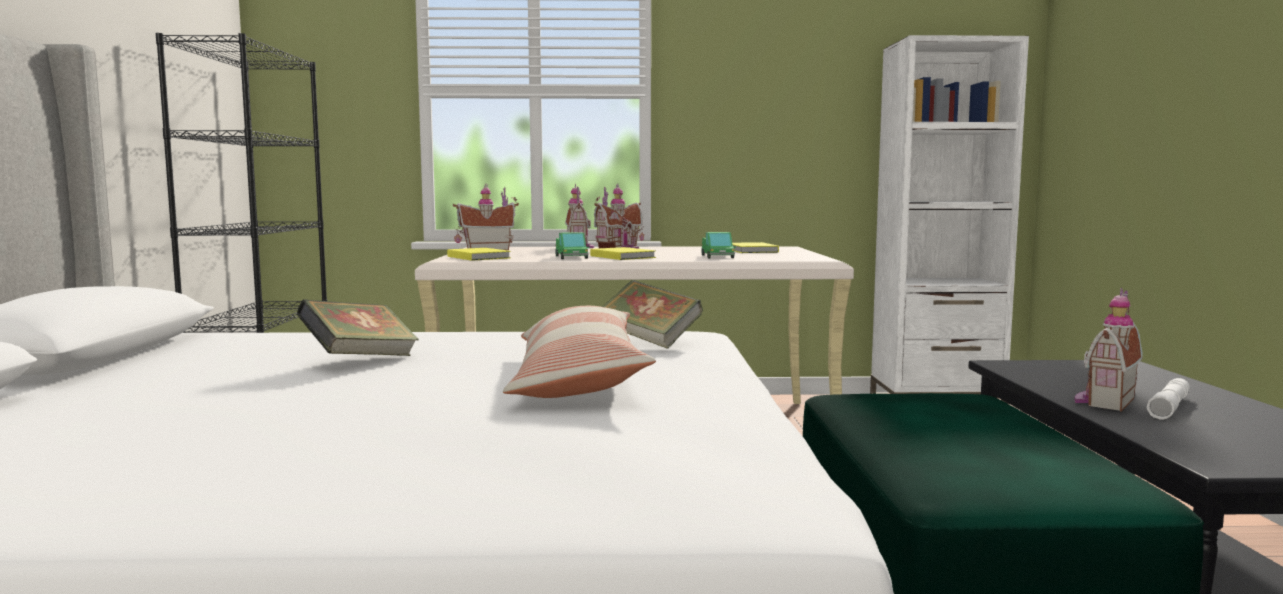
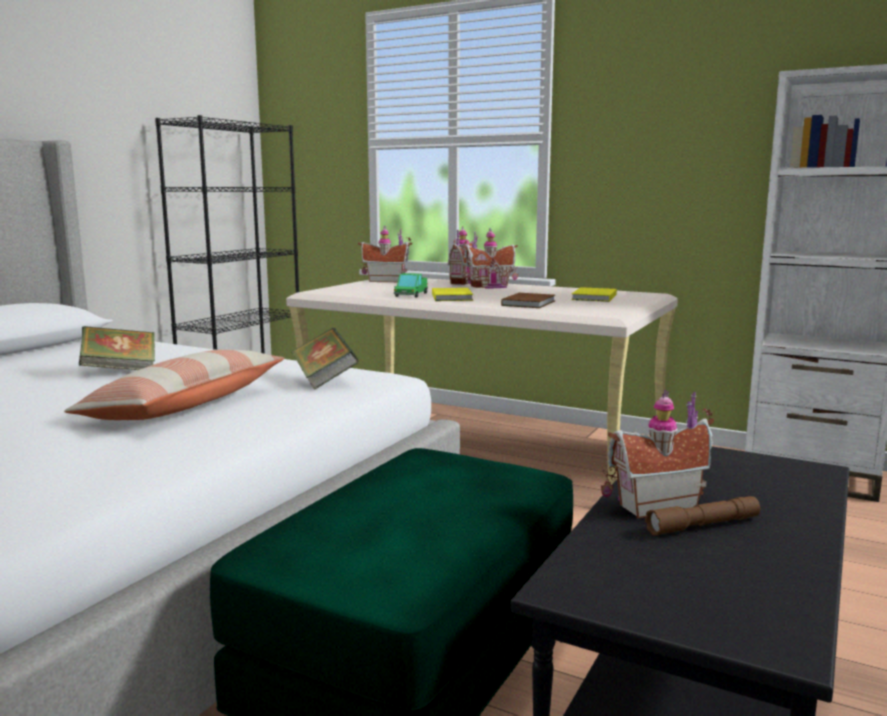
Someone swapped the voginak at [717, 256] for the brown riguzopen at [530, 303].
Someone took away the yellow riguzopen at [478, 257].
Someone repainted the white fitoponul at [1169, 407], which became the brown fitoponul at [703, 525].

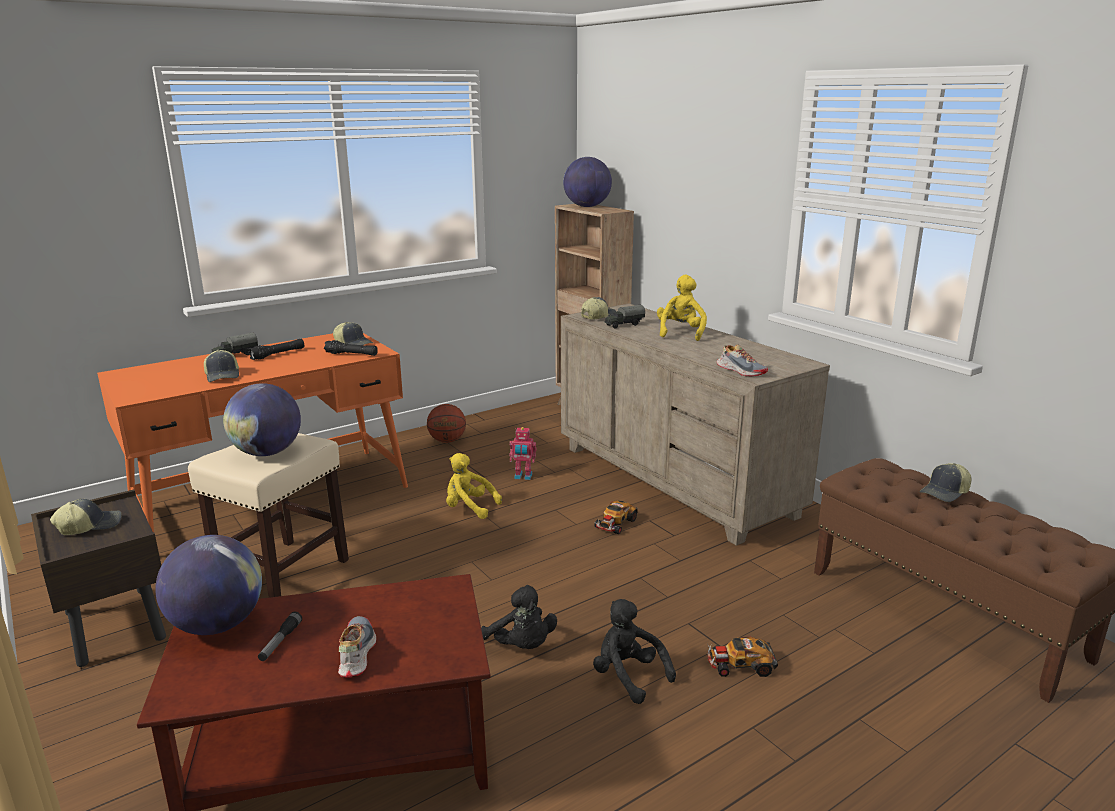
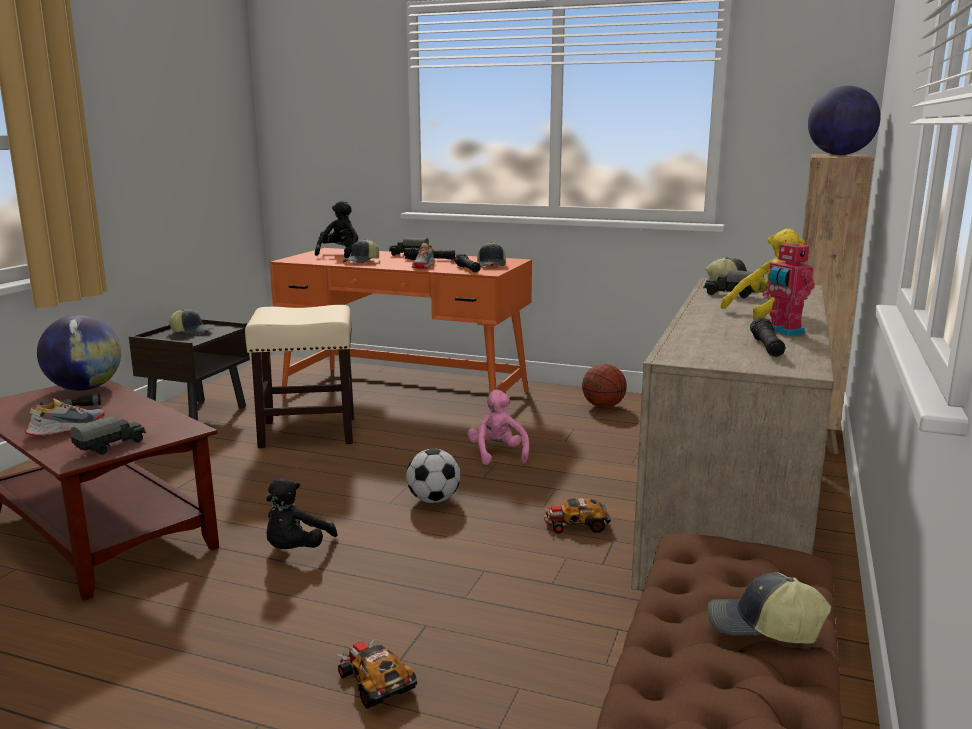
Someone carried the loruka from [741, 371] to [424, 266].
Someone took away the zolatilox at [267, 453].
Someone carried the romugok from [523, 477] to [783, 332].
Someone repainted the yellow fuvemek at [469, 508], which became the pink fuvemek at [497, 454].
Someone carried the black fuvemek from [628, 676] to [339, 254].
Someone put down the black fitoponul at [766, 347].
Someone put down the voginak at [112, 446].
Someone put down the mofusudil at [434, 500].

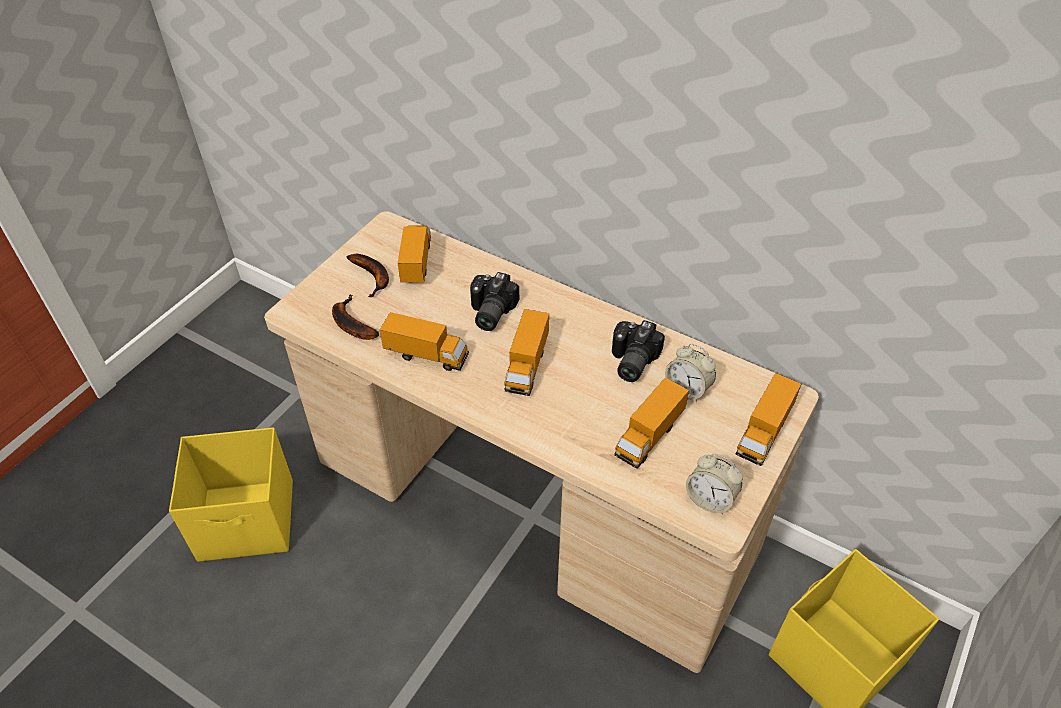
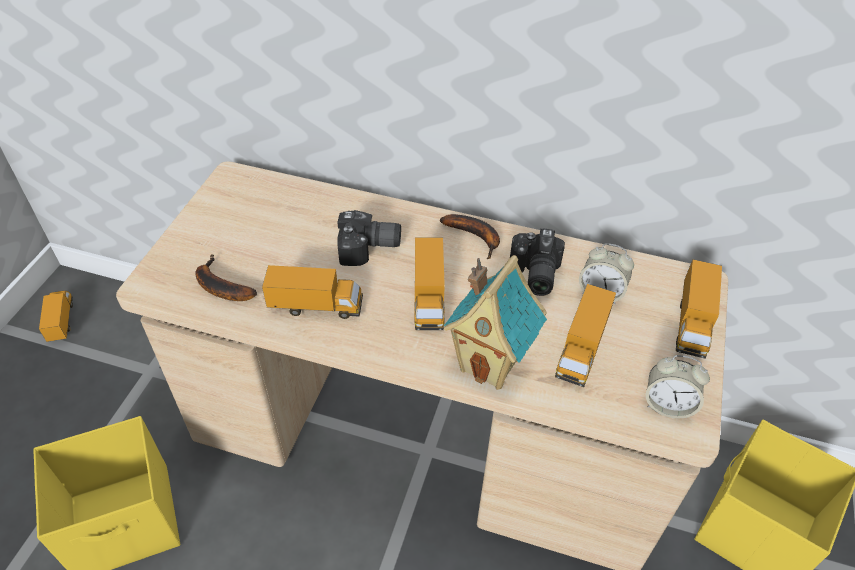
Someone carried the voginak from [416, 264] to [62, 322].
Someone carried the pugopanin from [373, 277] to [476, 237].
Someone rotated the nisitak at [489, 312] by 90 degrees counterclockwise.
Someone put down the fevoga at [491, 364].

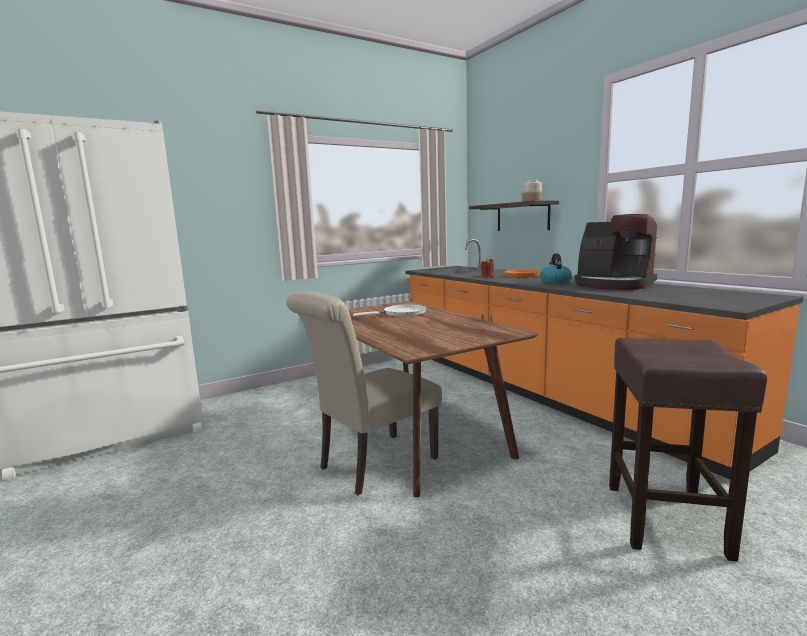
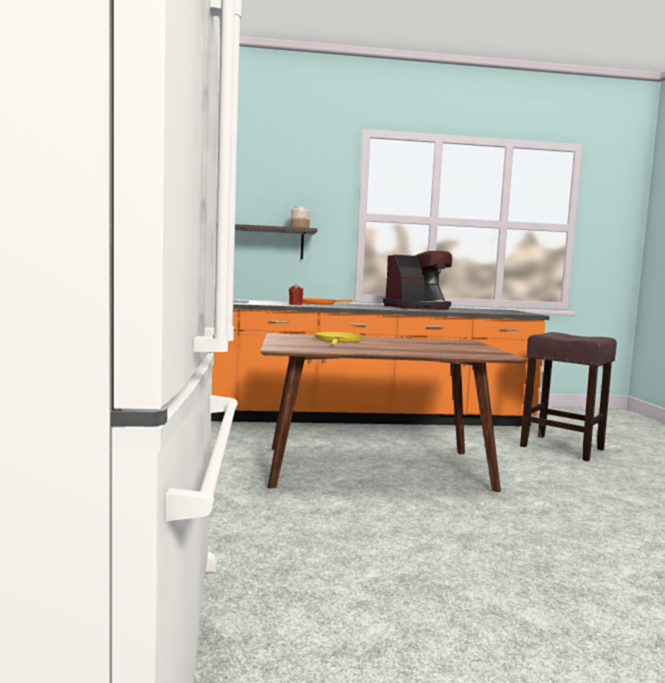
Someone took away the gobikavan at [555, 281].
Someone took away the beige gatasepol at [372, 464].
Someone repainted the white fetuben at [401, 313], which became the yellow fetuben at [338, 341].

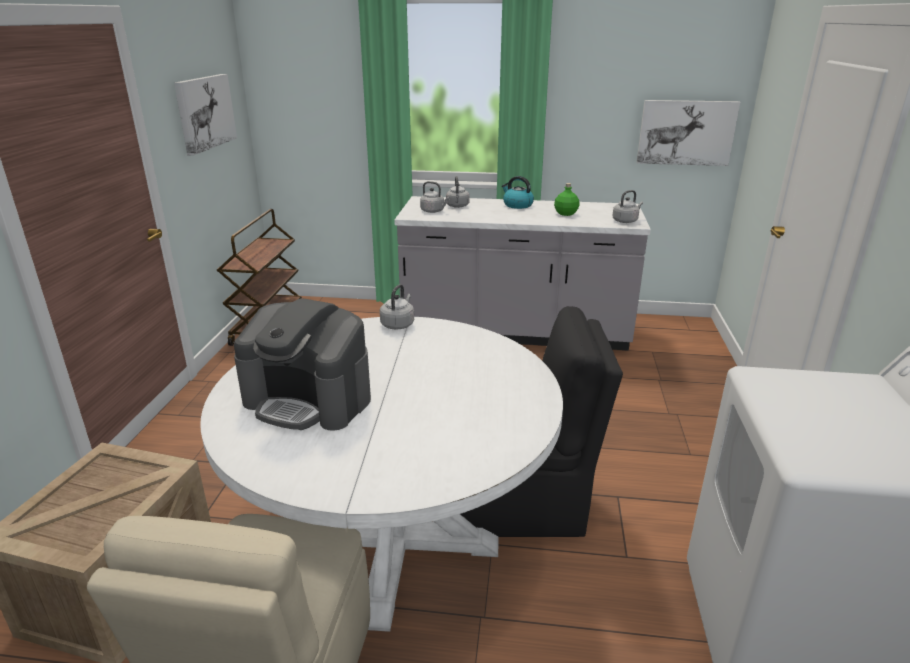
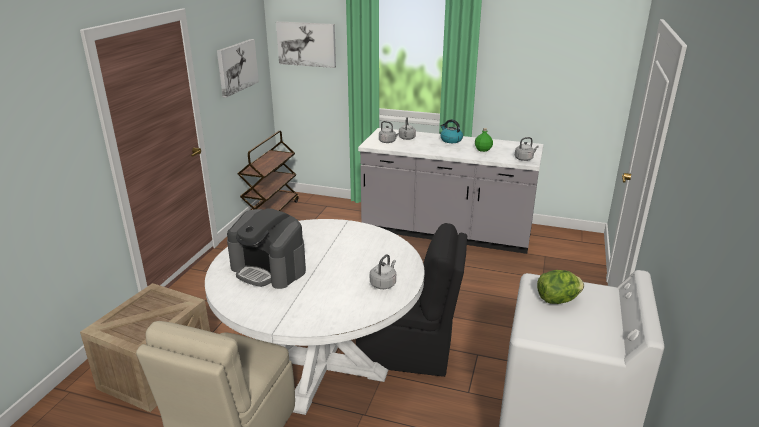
Someone carried the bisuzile from [686, 132] to [306, 44].
Someone carried the grey gobikavan from [398, 324] to [383, 283].
Someone put down the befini at [557, 300].

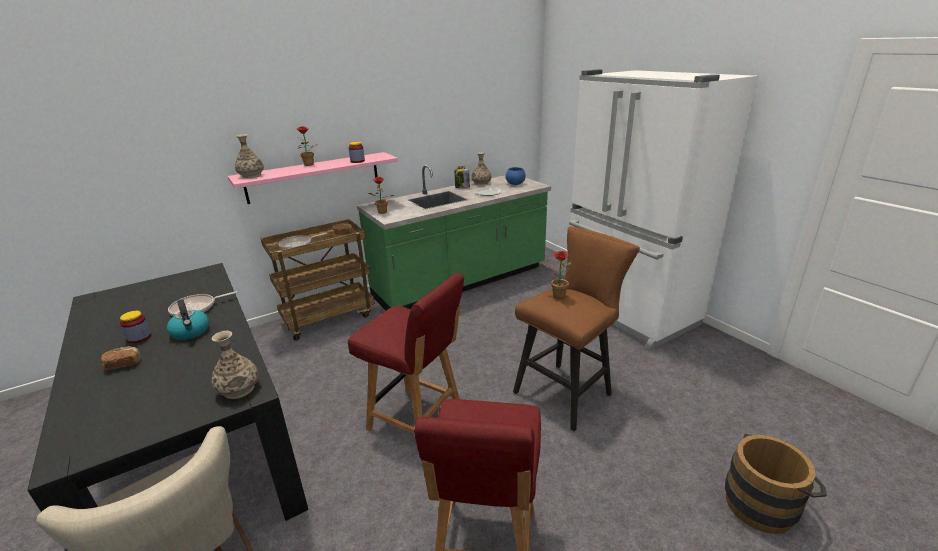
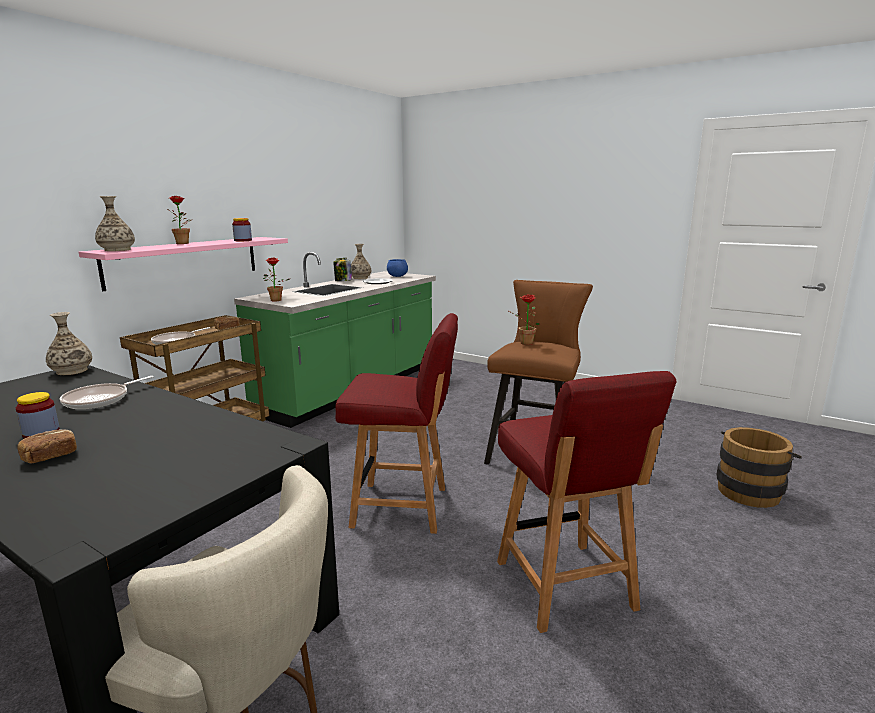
Someone took away the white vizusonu at [628, 312].
Someone took away the gobikavan at [191, 332].
Someone carried the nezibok from [238, 389] to [71, 371].

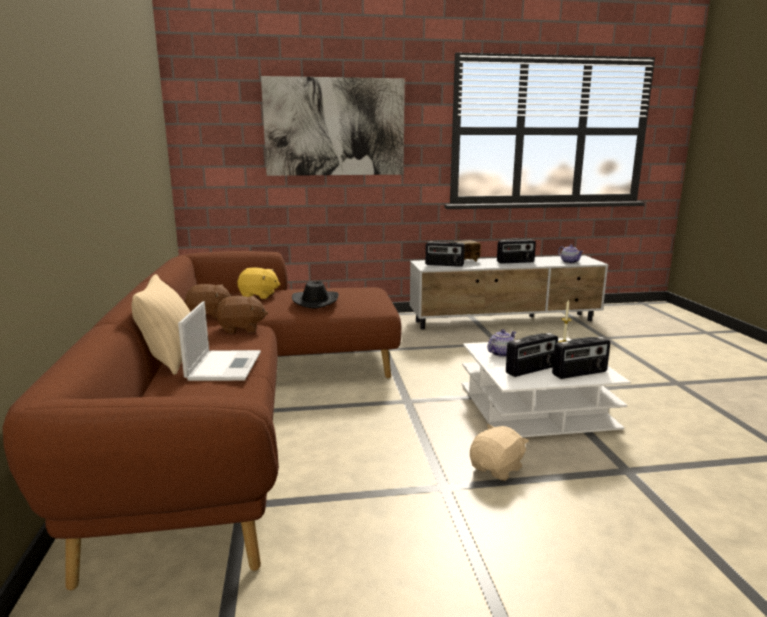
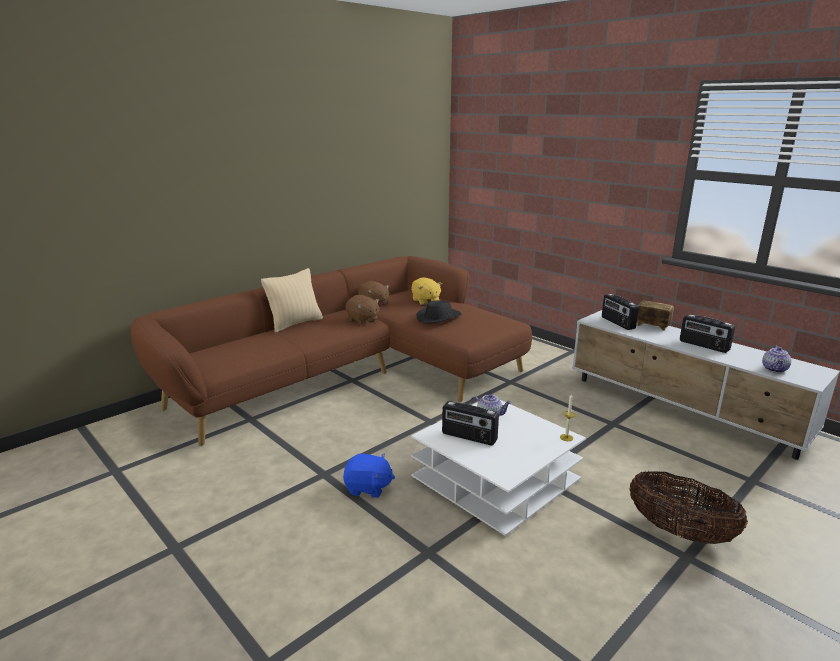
Someone took away the bisuzile at [334, 127].
Someone took away the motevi at [224, 365].
Someone took away the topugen at [580, 373].
Someone repainted the beige fuvemek at [497, 469], which became the blue fuvemek at [368, 488].
Someone put down the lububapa at [679, 532].

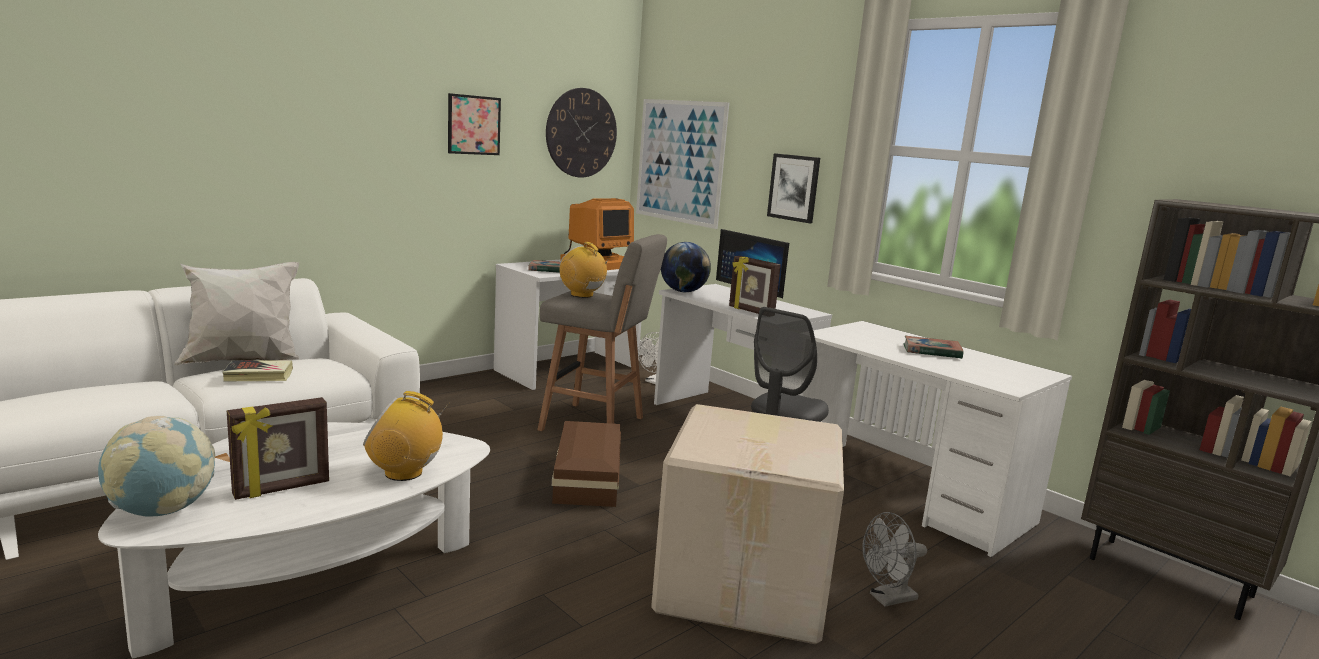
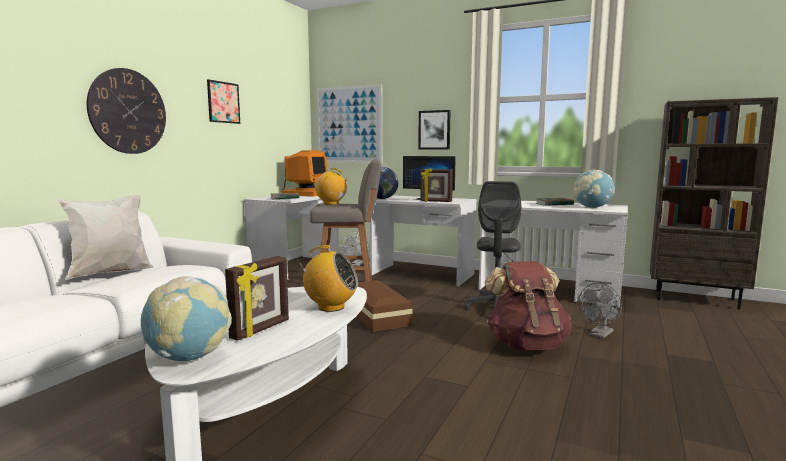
Someone carried the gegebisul from [581, 133] to [128, 111].
Someone took away the riguzopen at [259, 375].
Someone rotated the topugen at [404, 473] by 150 degrees counterclockwise.
Someone swapped the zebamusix at [745, 584] for the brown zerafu at [526, 345].
Someone put down the zolatilox at [592, 207].

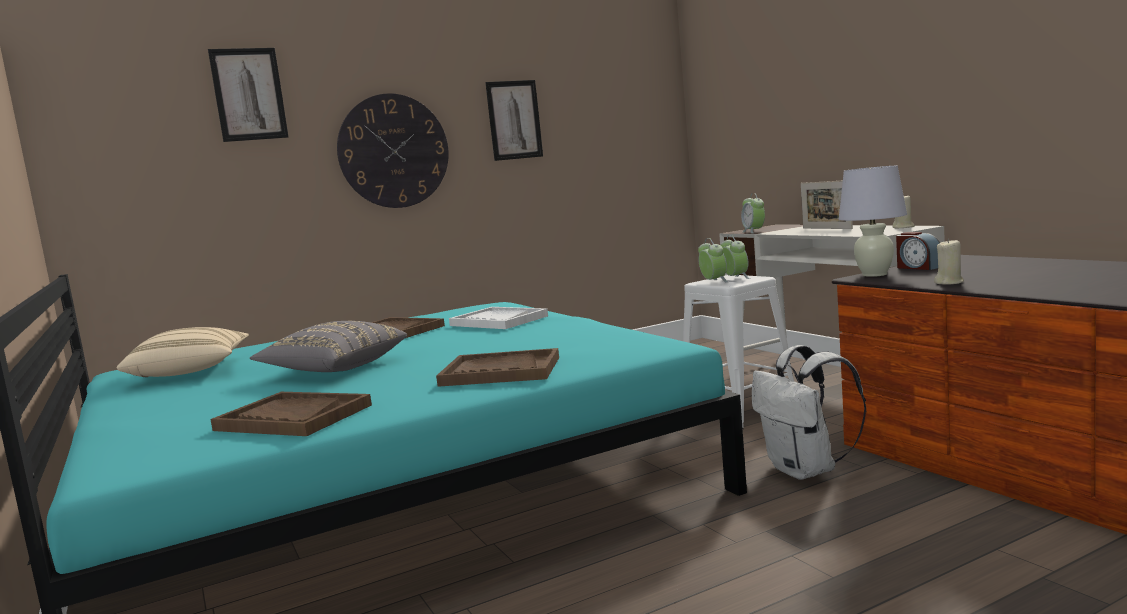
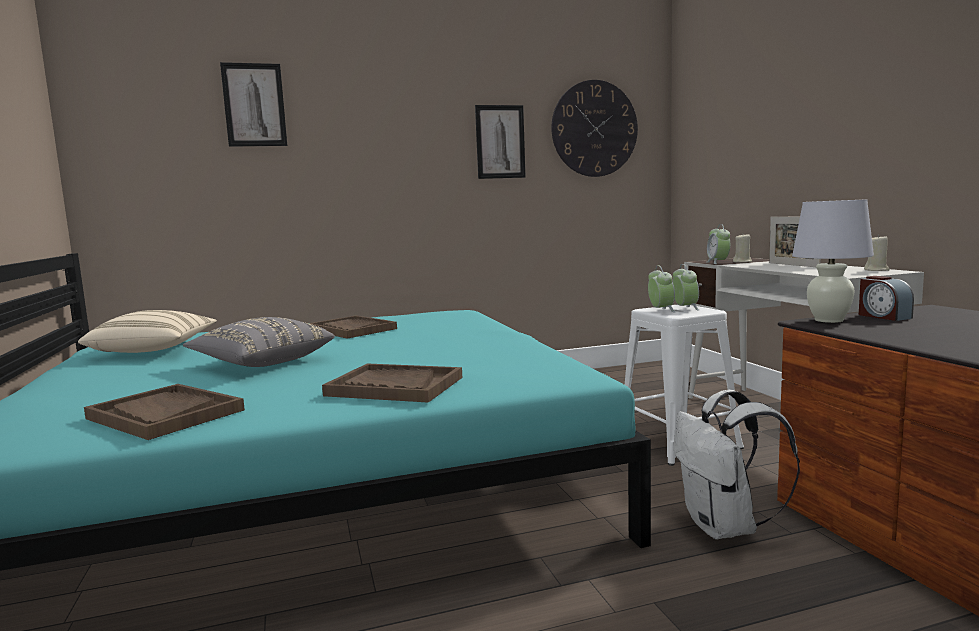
Someone carried the gegebisul from [393, 151] to [594, 129].
Someone carried the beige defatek from [949, 282] to [742, 262].
Someone took away the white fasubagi at [498, 321].

